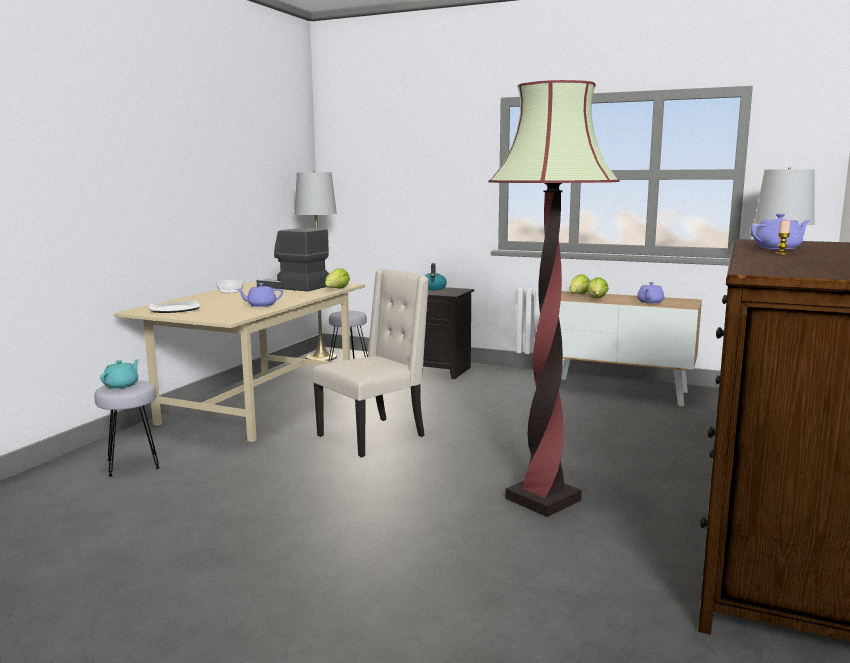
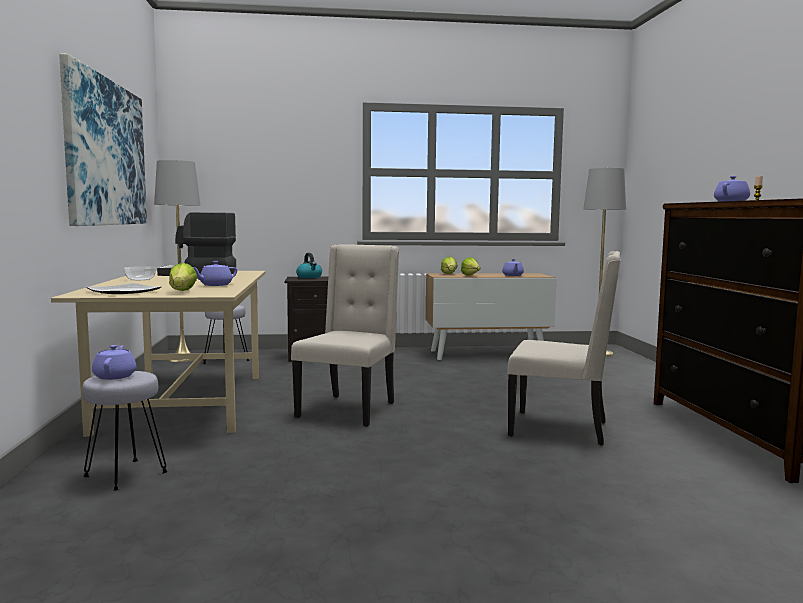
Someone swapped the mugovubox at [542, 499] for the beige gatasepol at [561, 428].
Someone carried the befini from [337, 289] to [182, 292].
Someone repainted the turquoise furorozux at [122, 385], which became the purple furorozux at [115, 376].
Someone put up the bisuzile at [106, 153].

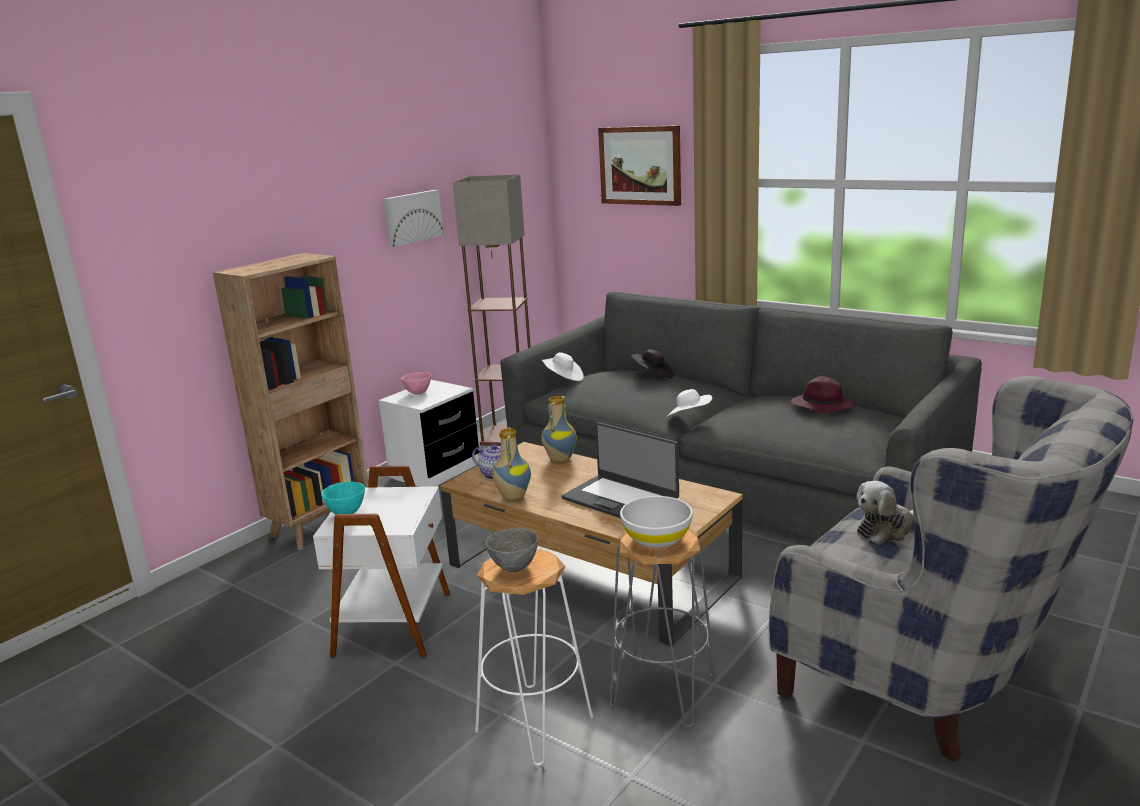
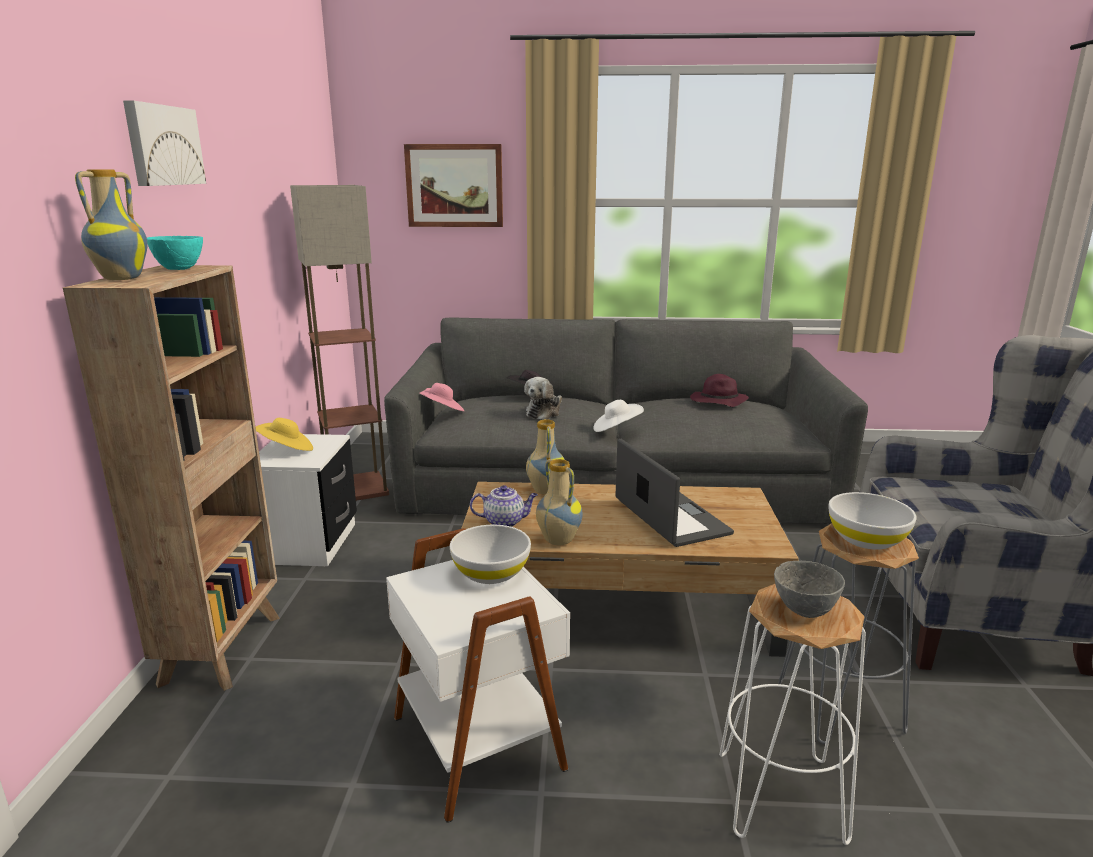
Someone carried the bisuzile from [412, 217] to [162, 145].
Someone repainted the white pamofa at [563, 378], which became the pink pamofa at [441, 411].
Someone swapped the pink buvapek at [418, 393] for the yellow pamofa at [286, 450].
Someone rotated the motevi at [621, 499] by 120 degrees counterclockwise.
Someone carried the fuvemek from [886, 529] to [544, 412].
Someone carried the turquoise buvapek from [346, 513] to [178, 269].
Someone put down the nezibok at [121, 278].
Someone put down the white buvapek at [491, 572].

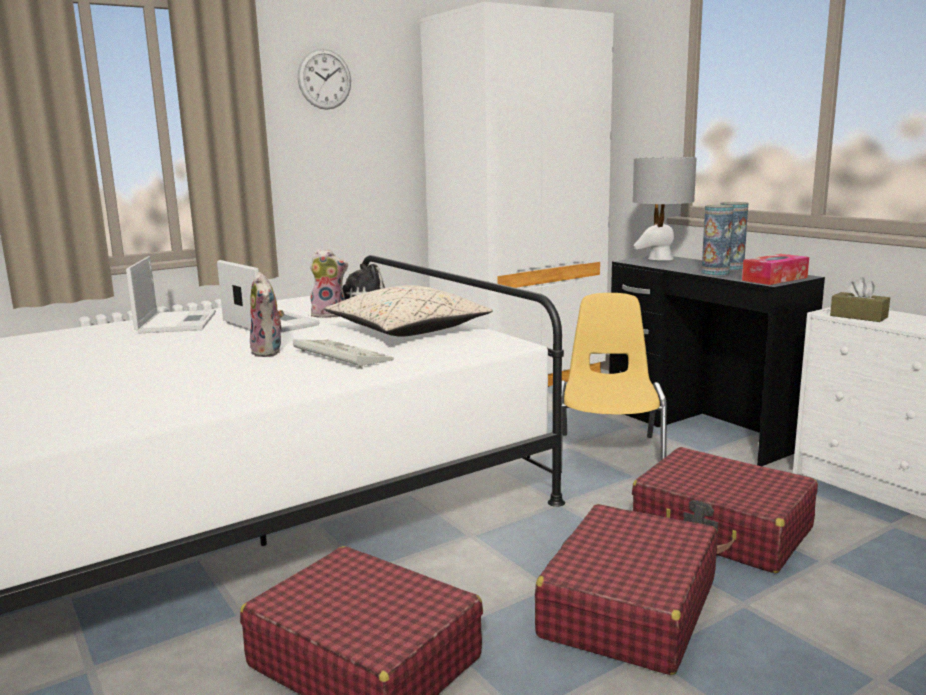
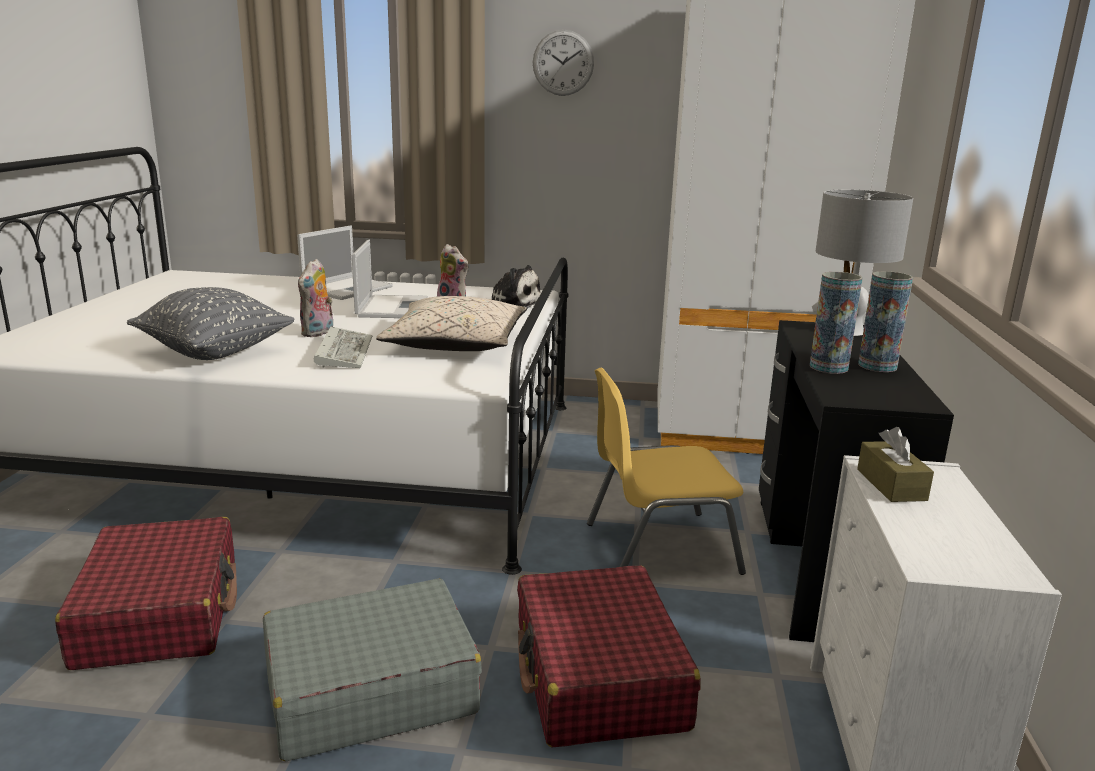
Someone took away the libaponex at [774, 279].
Someone rotated the yellow gatasepol at [609, 453] by 150 degrees counterclockwise.
Someone repainted the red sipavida at [628, 608], which became the grey sipavida at [369, 690].
Someone put down the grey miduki at [215, 352].

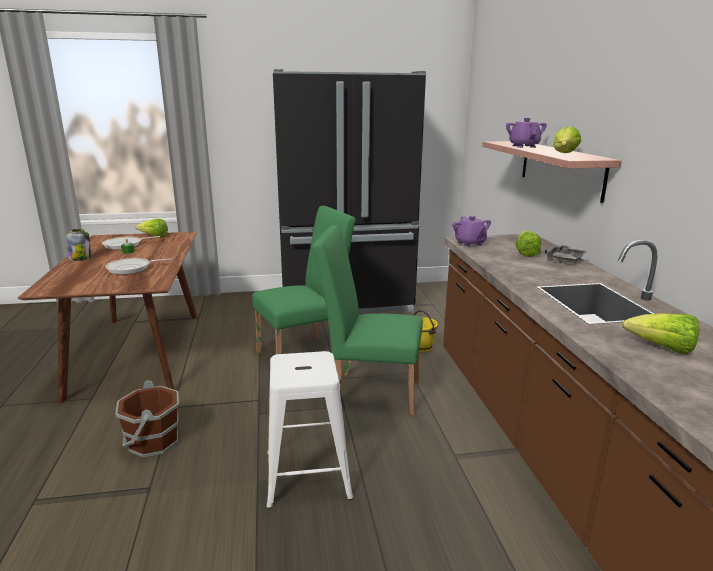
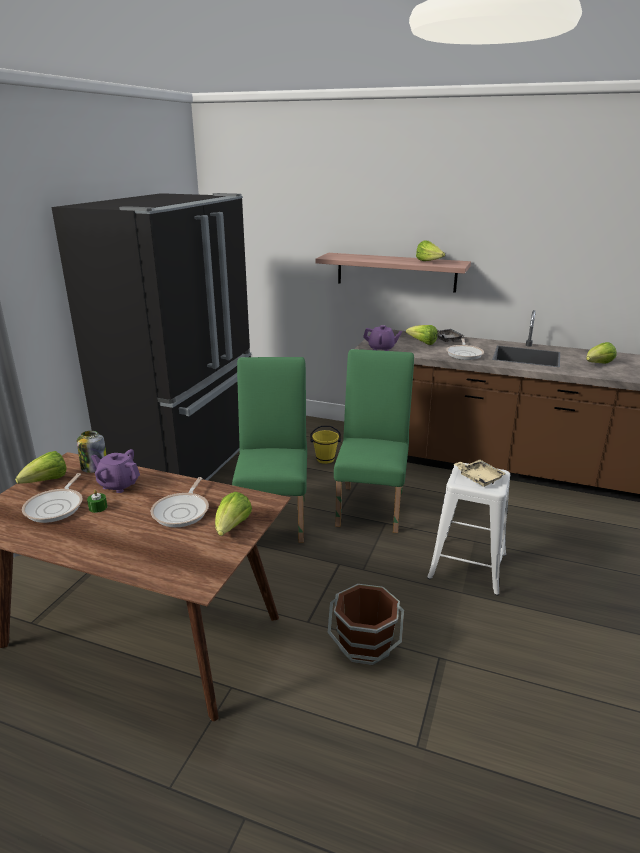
Someone carried the purple furorozux from [523, 146] to [118, 485].
Someone rotated the green gatasepol at [369, 391] by 150 degrees clockwise.
Someone carried the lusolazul from [80, 258] to [94, 467].
Someone put down the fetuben at [464, 354].
Someone put down the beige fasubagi at [478, 477].
Someone put down the befini at [232, 528].

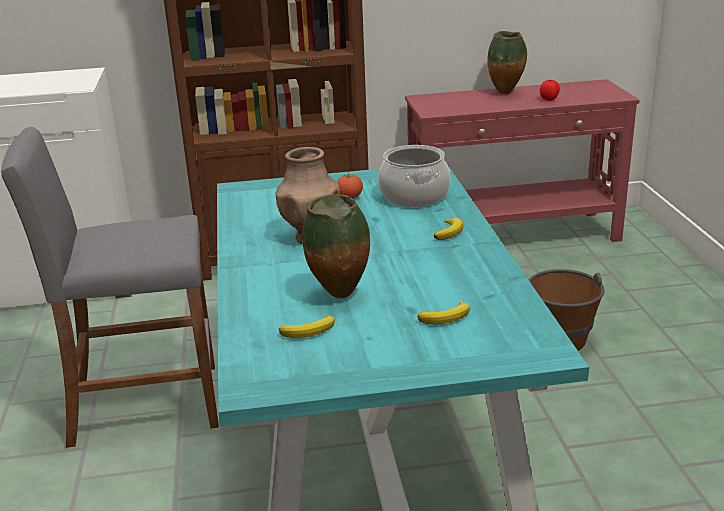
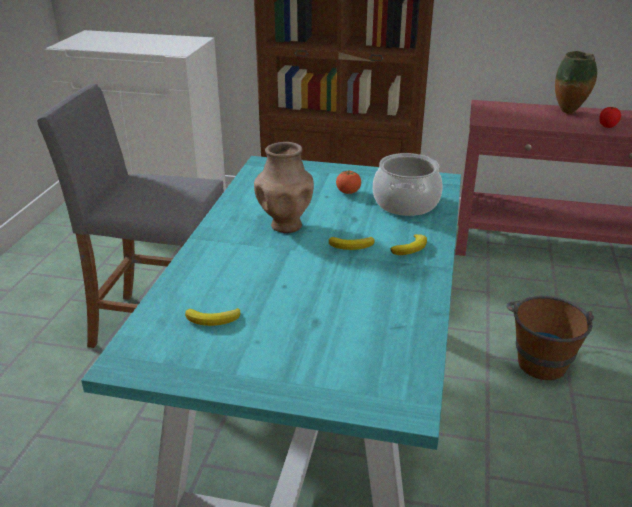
Someone took away the nezibok at [340, 296].
Someone carried the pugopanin from [447, 317] to [353, 246].

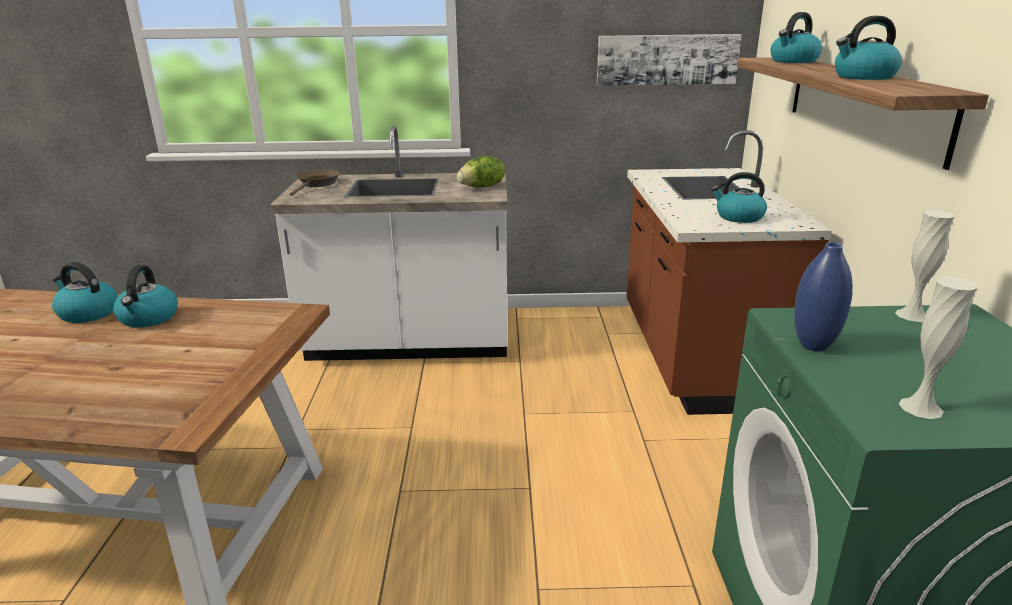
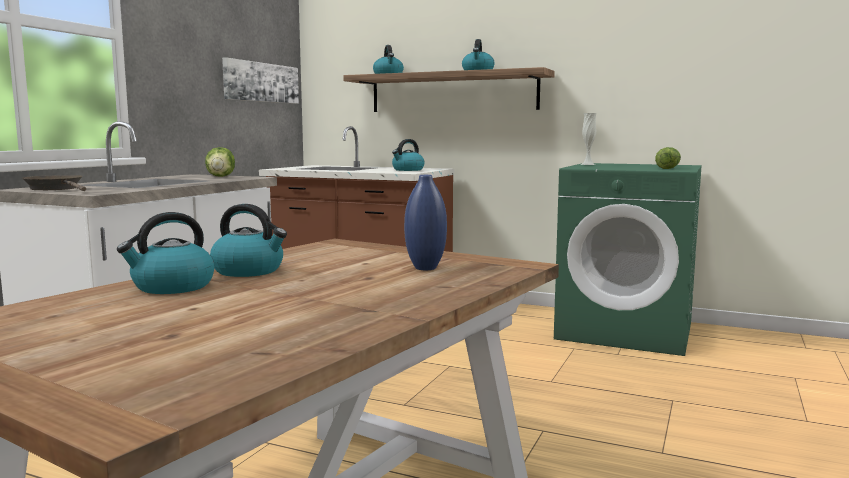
Someone carried the blue nezibok from [813, 346] to [425, 268].
Someone swapped the white nezibok at [921, 407] for the befini at [668, 168].

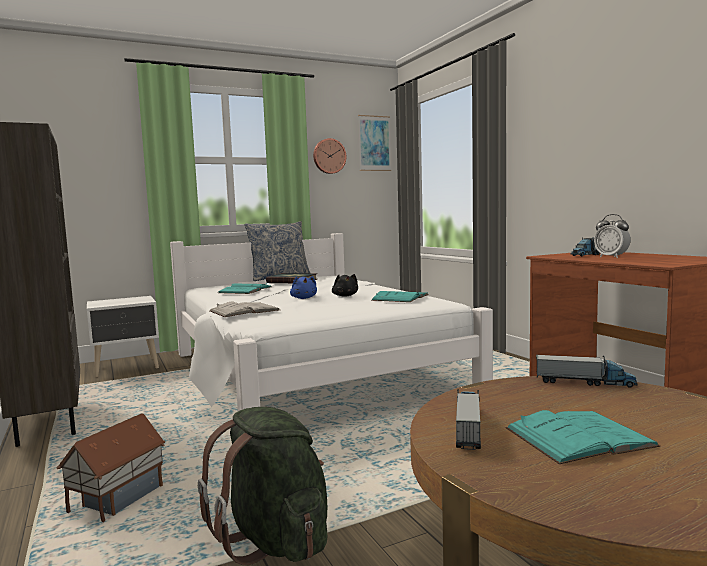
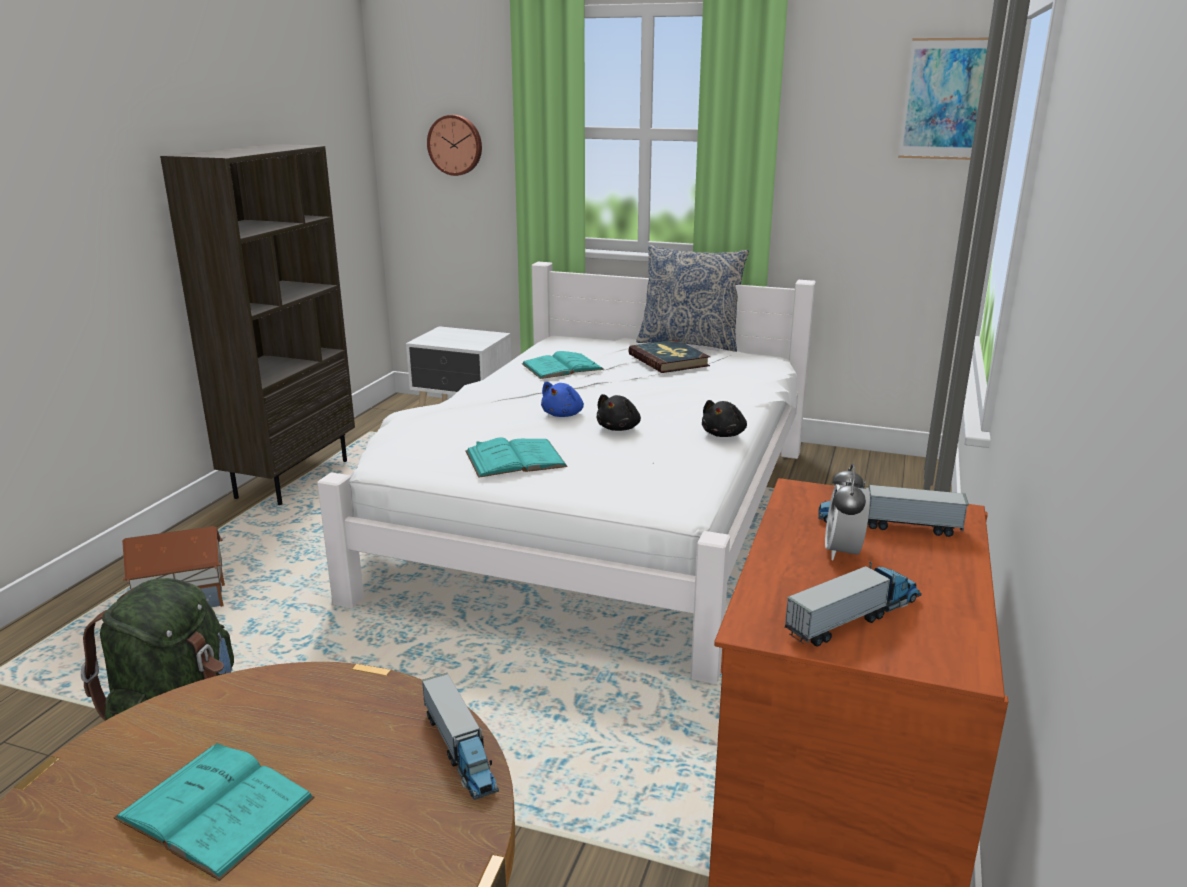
Someone carried the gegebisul from [329, 156] to [455, 145].
Someone carried the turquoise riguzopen from [400, 297] to [515, 459].
Someone took away the white riguzopen at [244, 310].
Someone carried the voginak from [468, 428] to [854, 617].
Someone put down the black fuvemek at [724, 434].

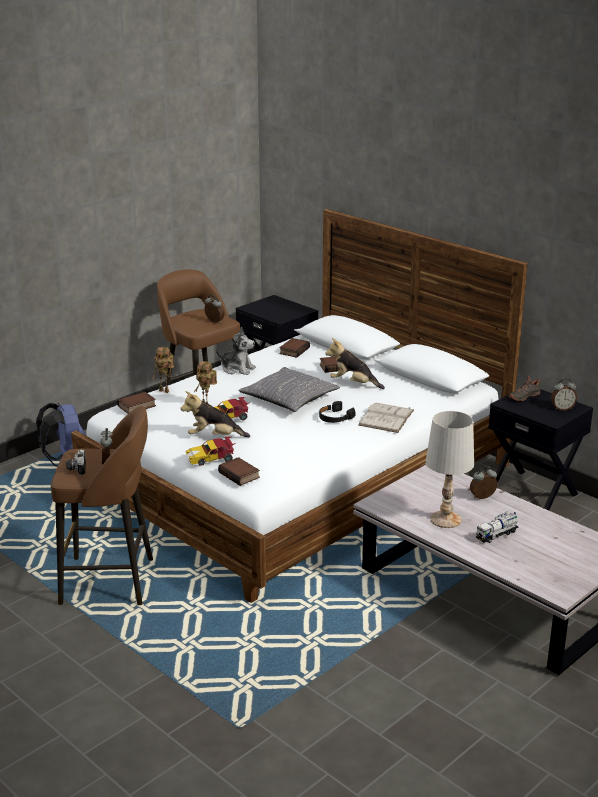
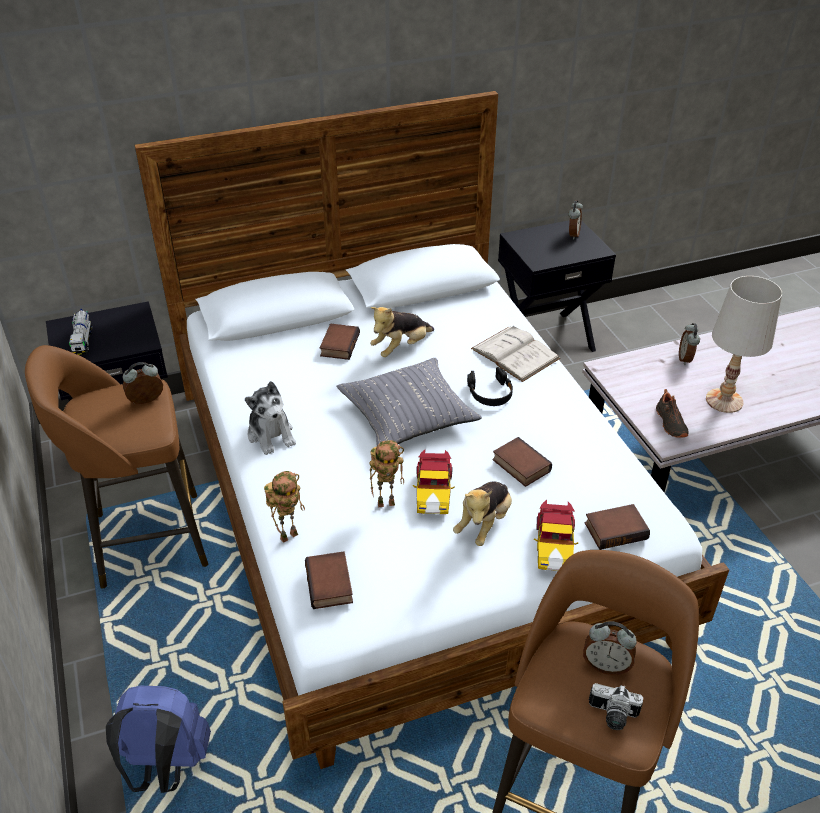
Someone rotated the fuvemek at [237, 369] by 105 degrees clockwise.
Someone carried the riguzopen from [294, 350] to [519, 466].
Someone carried the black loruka from [523, 396] to [669, 423].
Someone carried the voginak from [497, 535] to [83, 341].

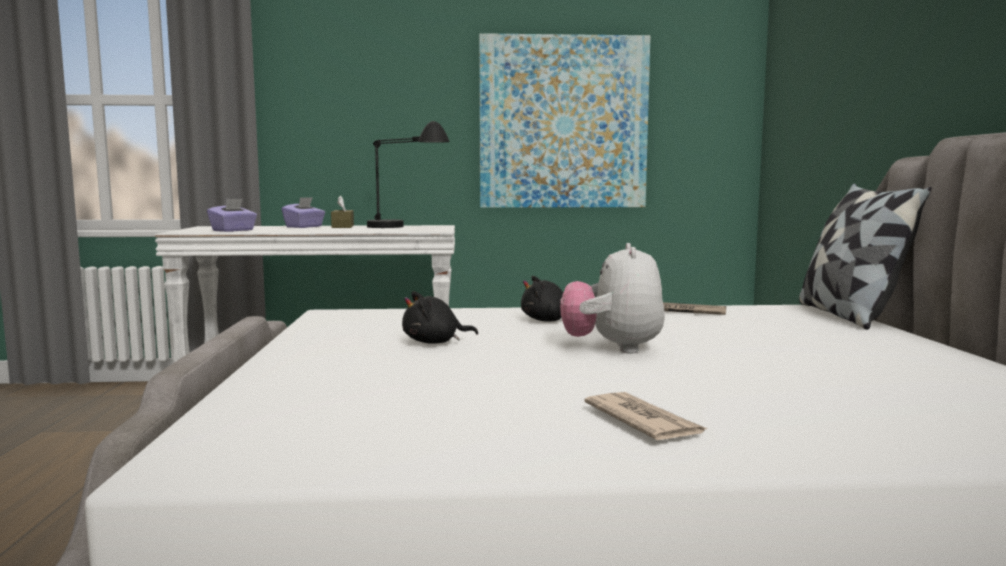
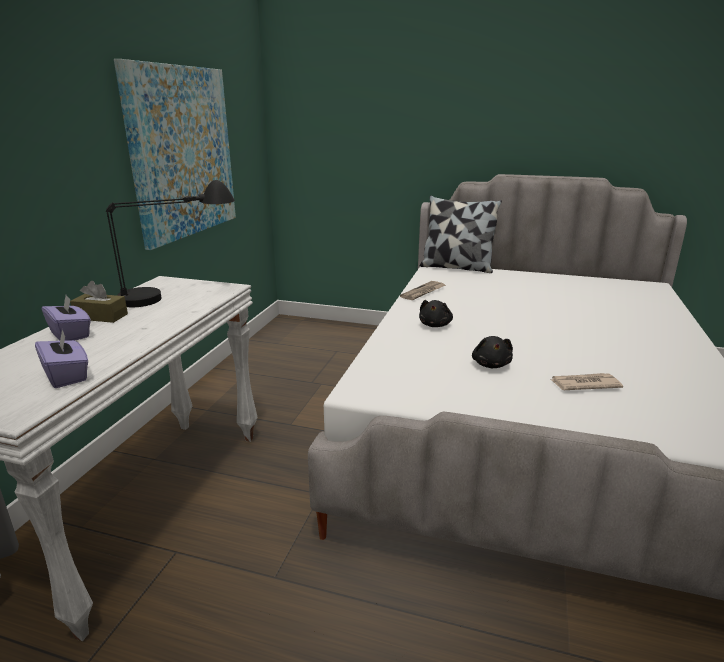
Someone took away the fuvemek at [612, 348].
Someone carried the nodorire from [643, 421] to [584, 384].

